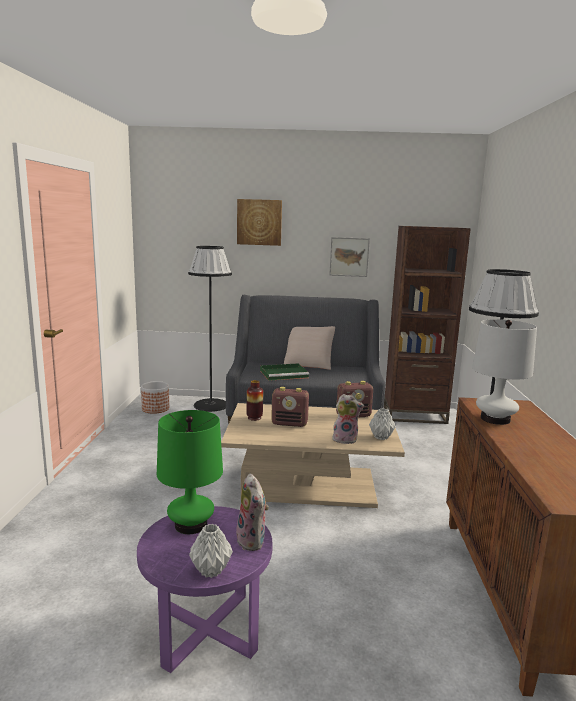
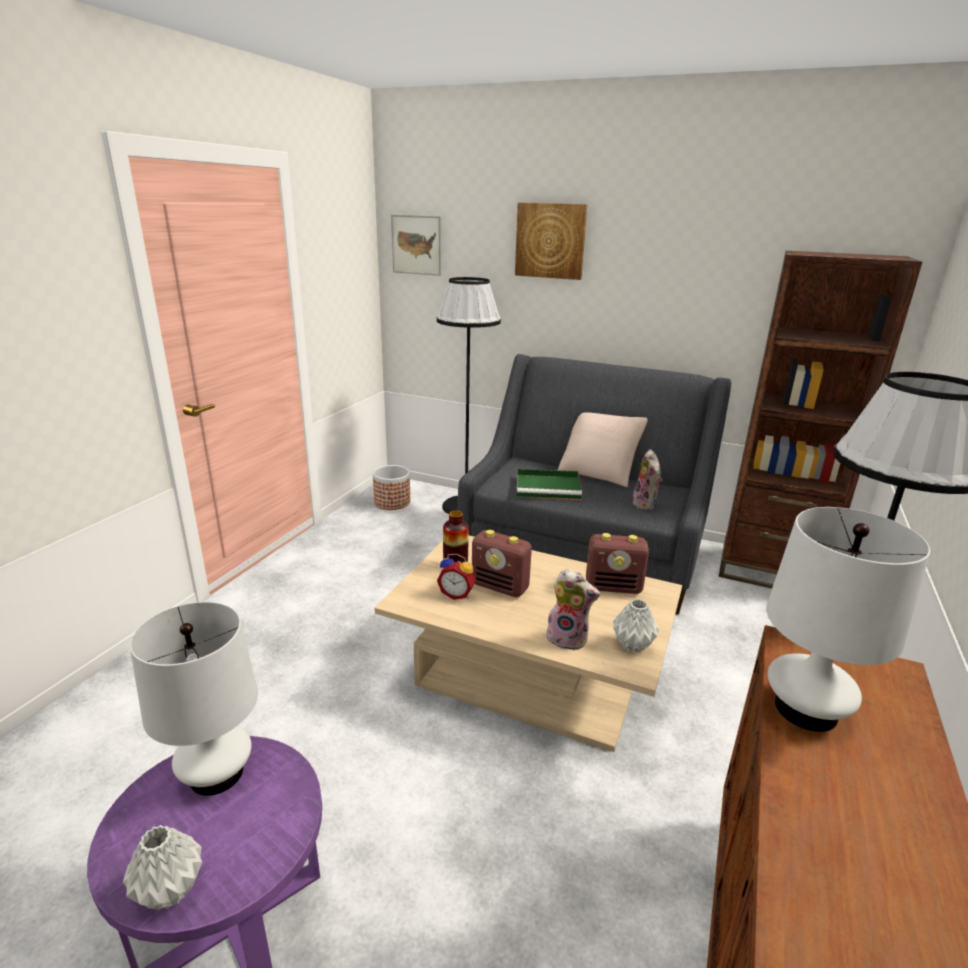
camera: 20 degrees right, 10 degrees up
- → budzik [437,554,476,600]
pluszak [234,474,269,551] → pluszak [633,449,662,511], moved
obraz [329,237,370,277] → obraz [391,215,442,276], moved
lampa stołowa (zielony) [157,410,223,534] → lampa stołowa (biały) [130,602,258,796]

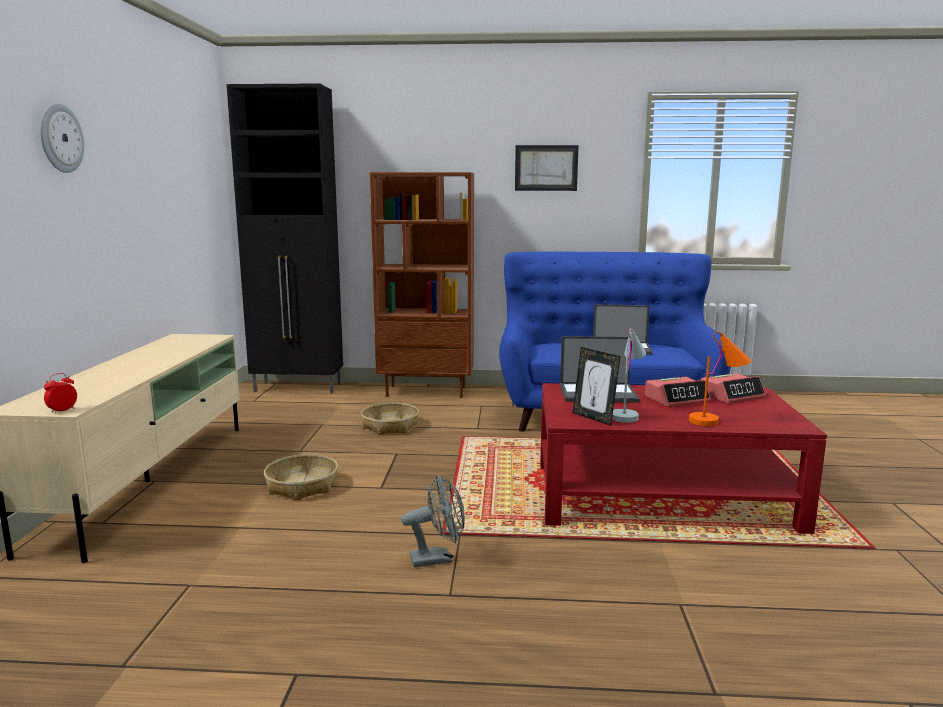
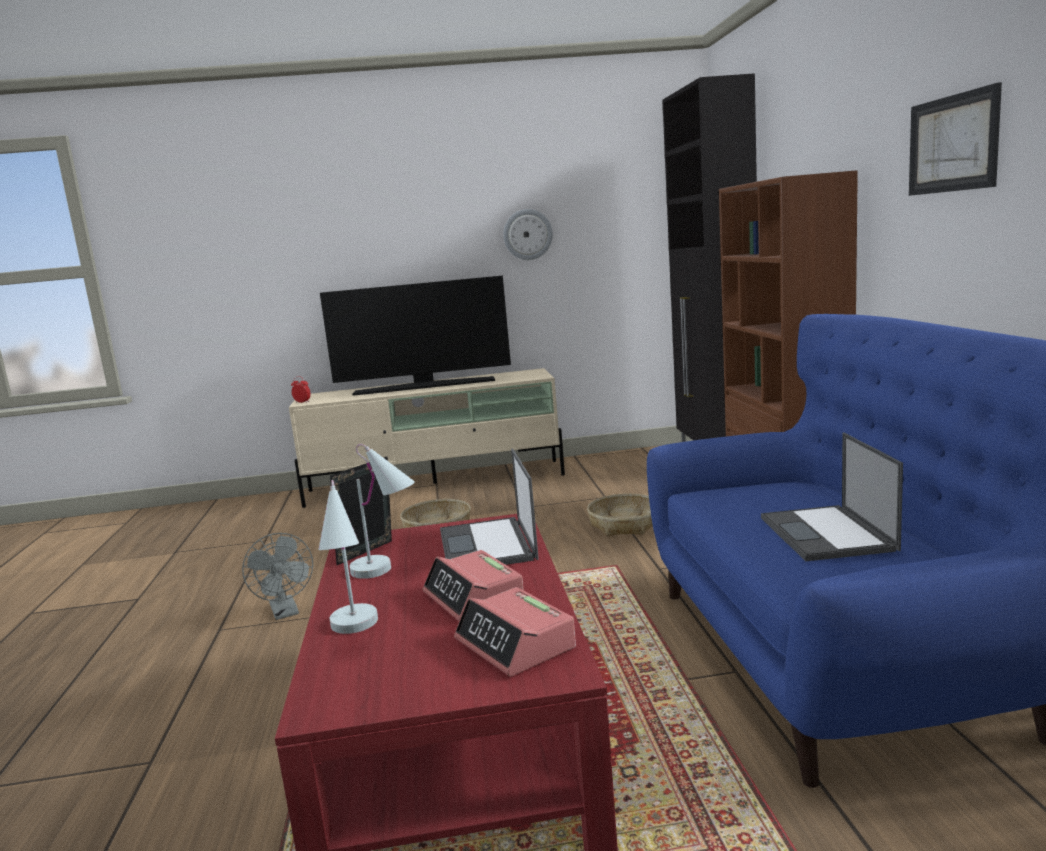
camera: 80 degrees right, 0 degrees up
- → telewizor [320,276,511,396]
zegar ścienny [40,103,84,173] → zegar ścienny [503,209,553,260], moved
lampa stołowa (pomarańczowy) [689,331,752,426] → lampa stołowa (biały) [318,480,378,634]

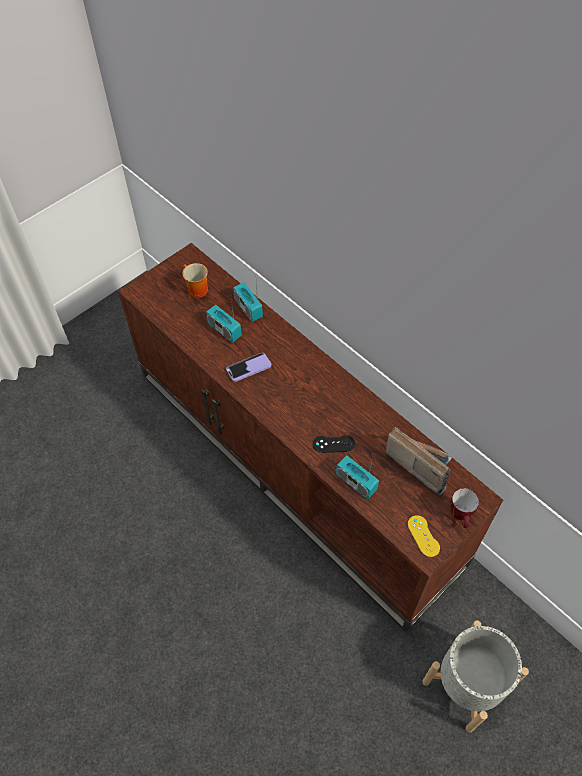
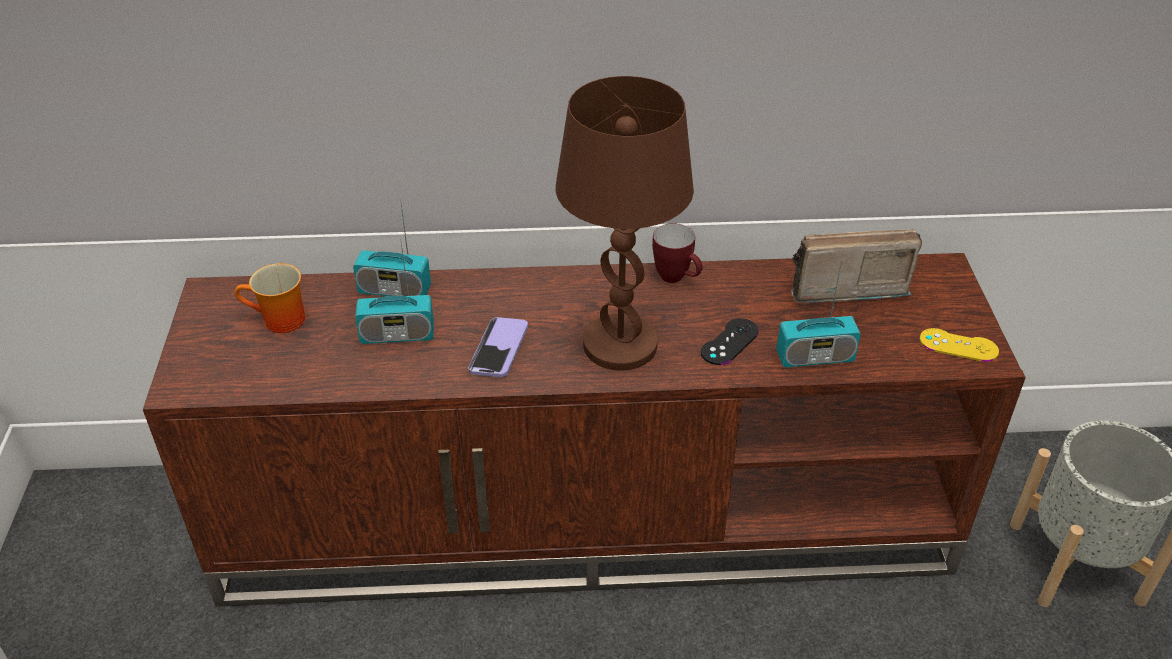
camera: 50 degrees left, 15 degrees down
- → lampa stołowa (brązowy) [556,76,694,371]
kubek [451,488,479,528] → kubek [652,223,703,283], moved

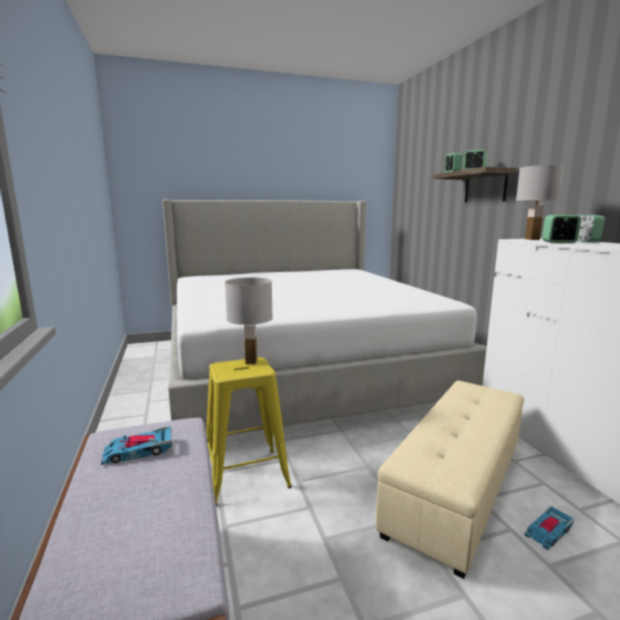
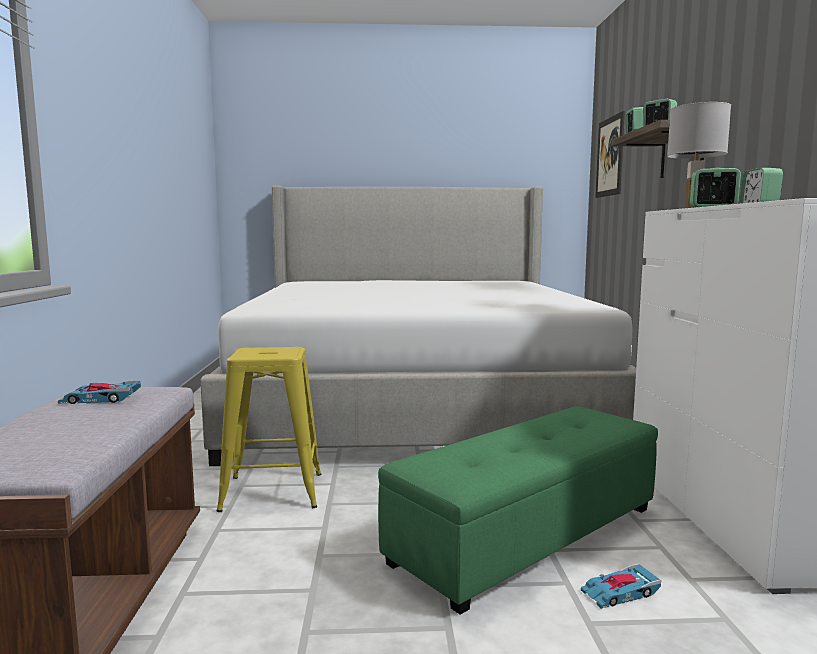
camera: 15 degrees right, 5 degrees down
lampa stołowa (biały) [225,277,273,364] → -
- → obraz [595,111,625,198]
pufa (beżowy) [376,381,524,579] → pufa (zielony) [378,406,658,615]

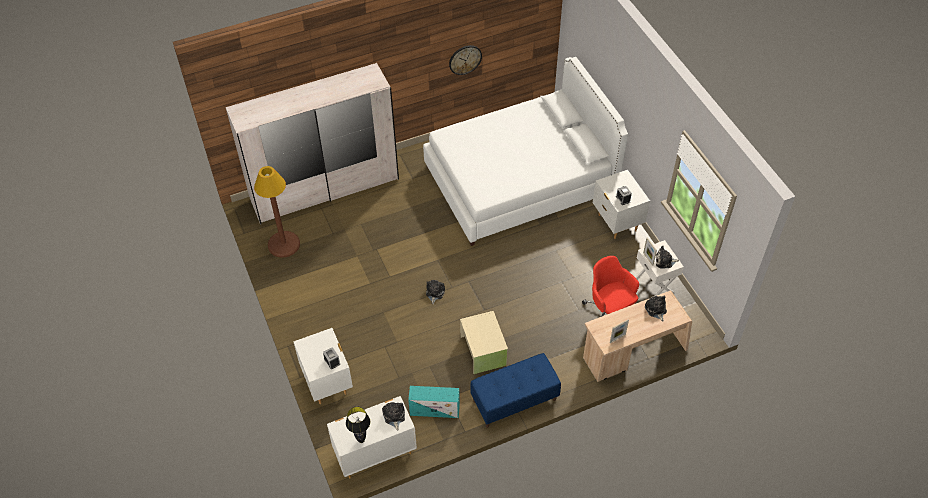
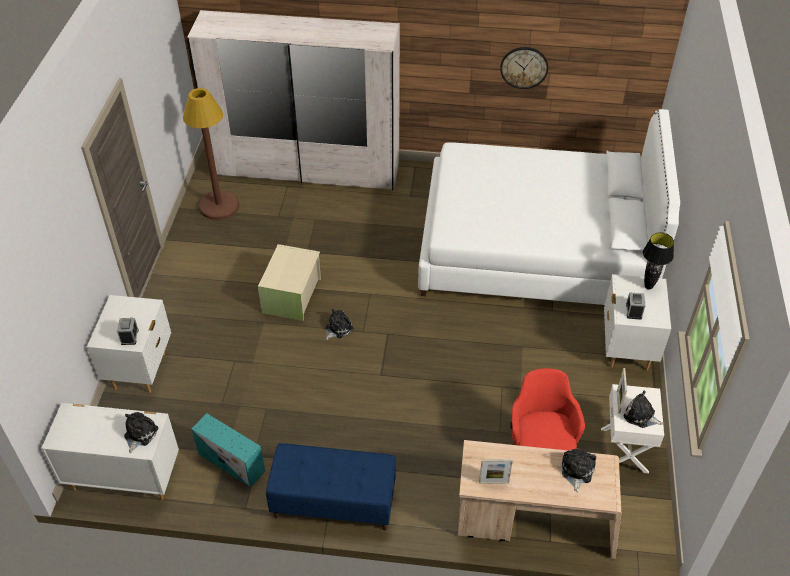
camera: 30 degrees right, 5 degrees down
lampa stołowa (czarny) [346,407,370,443] → lampa stołowa (czarny) [643,232,674,290], moved
pojemnik do przechowywania (beżowy) [460,311,508,374] → pojemnik do przechowywania (beżowy) [258,244,321,321], moved

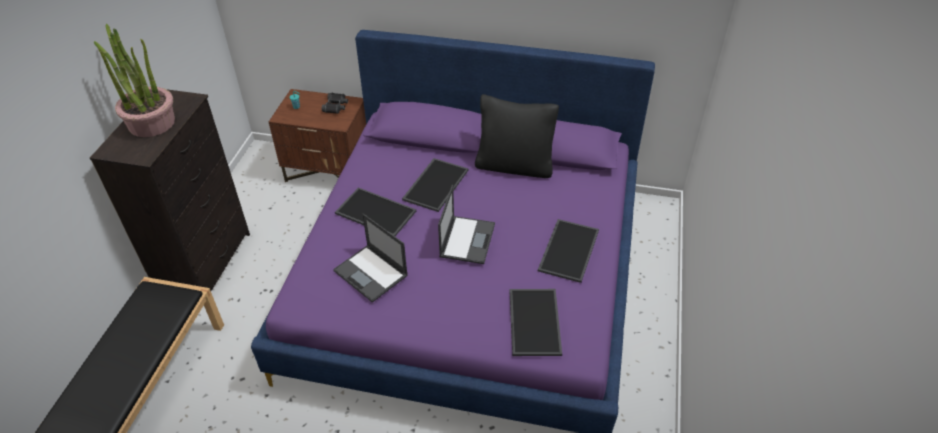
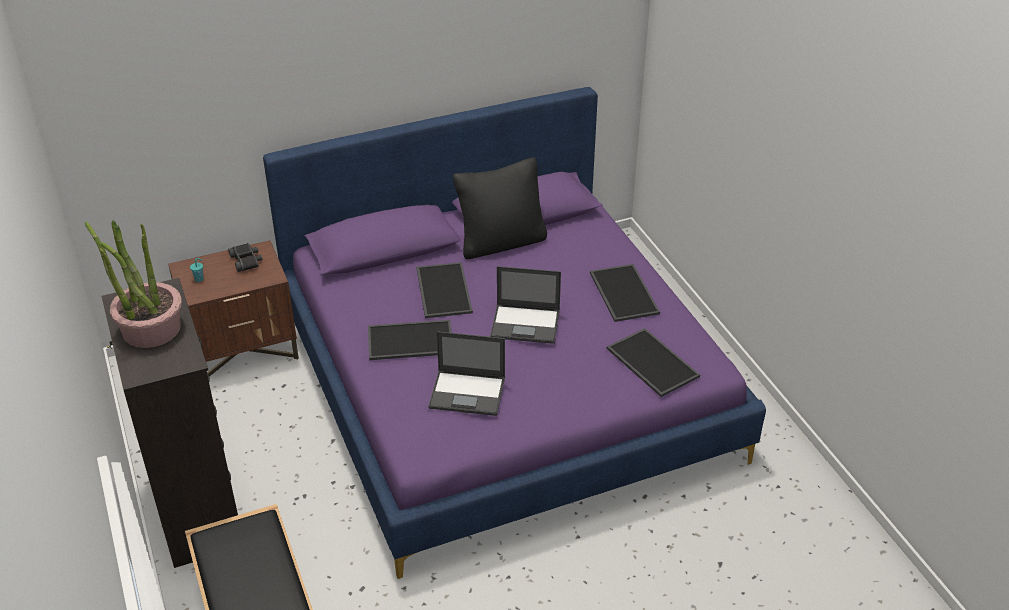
camera: 35 degrees left, 5 degrees down
laptop [438,185,495,264] → laptop [490,266,561,344], 120 degrees clockwise

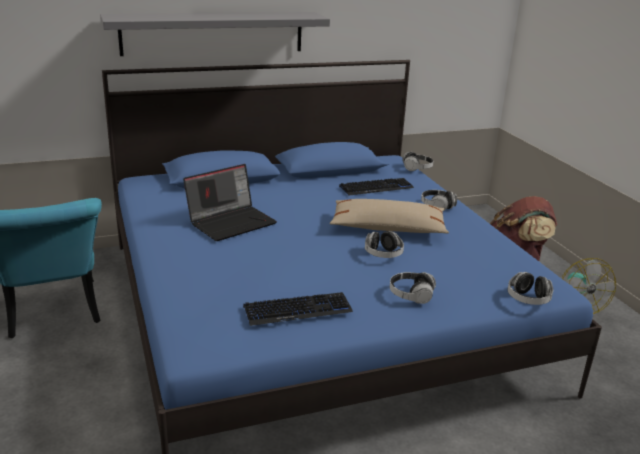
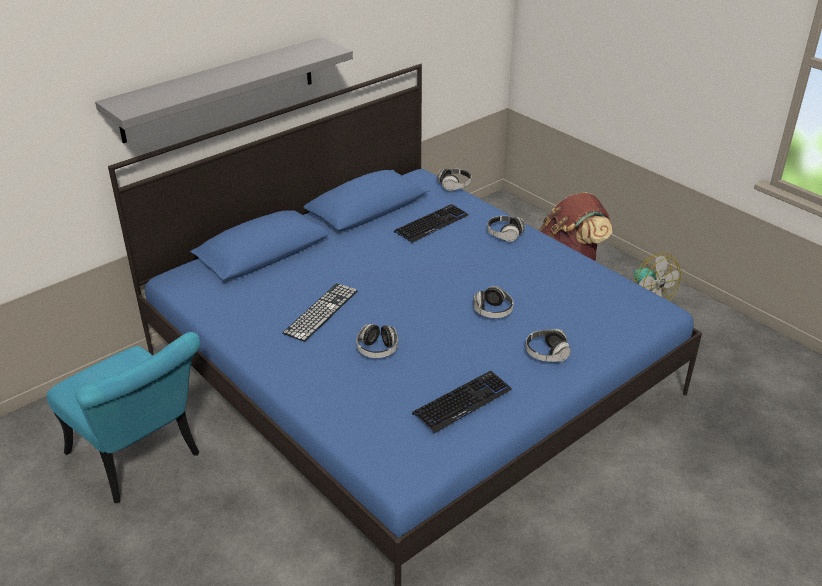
camera: 20 degrees left, 10 degrees up
poduszka (beżowy) [330,199,449,234] → -
słuchawki [508,272,553,305] → słuchawki [356,324,398,358], moved
laptop [183,164,277,241] → klawiatura [282,283,358,342]

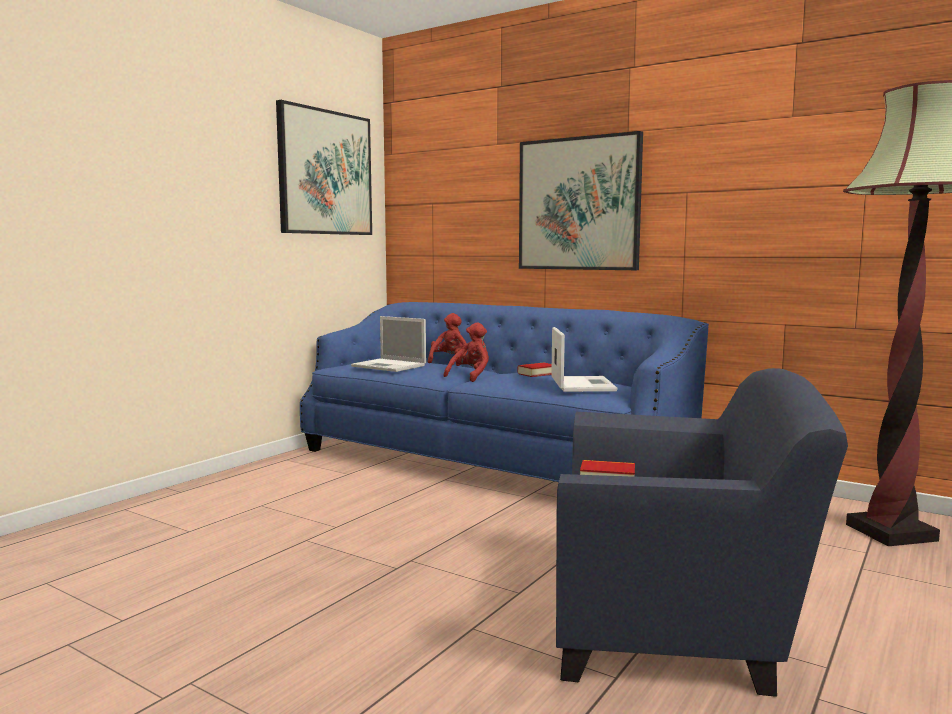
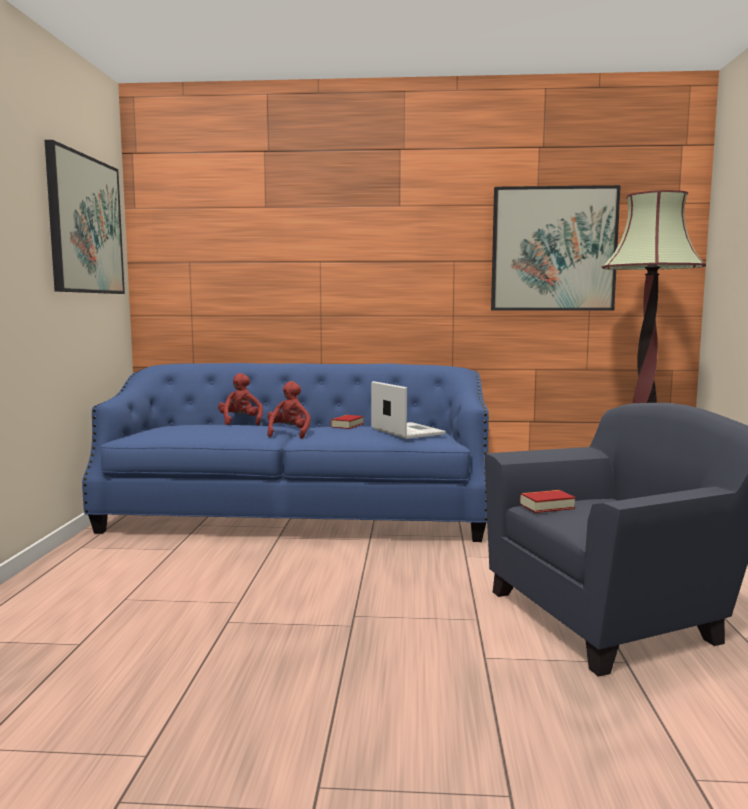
camera: 30 degrees left, 0 degrees up
laptop [351,316,426,372] → -
obraz [519,131,643,270] → obraz [491,185,621,311], moved

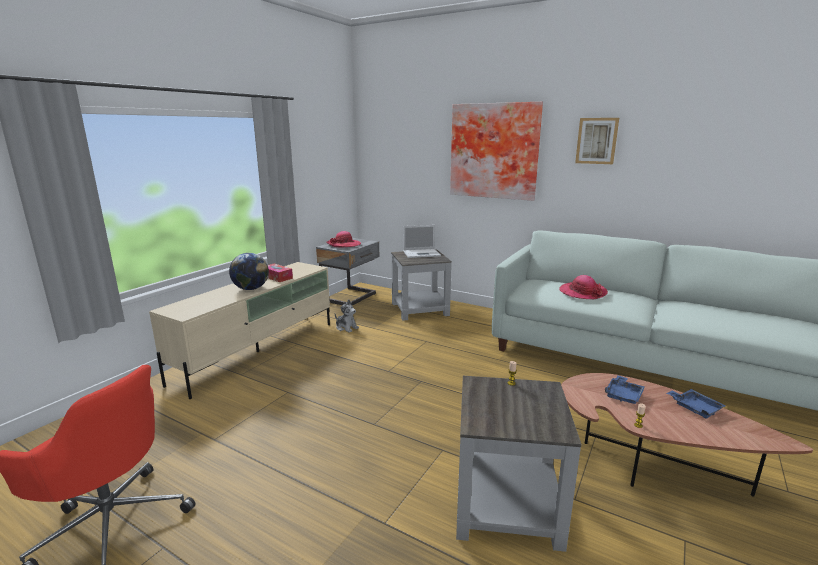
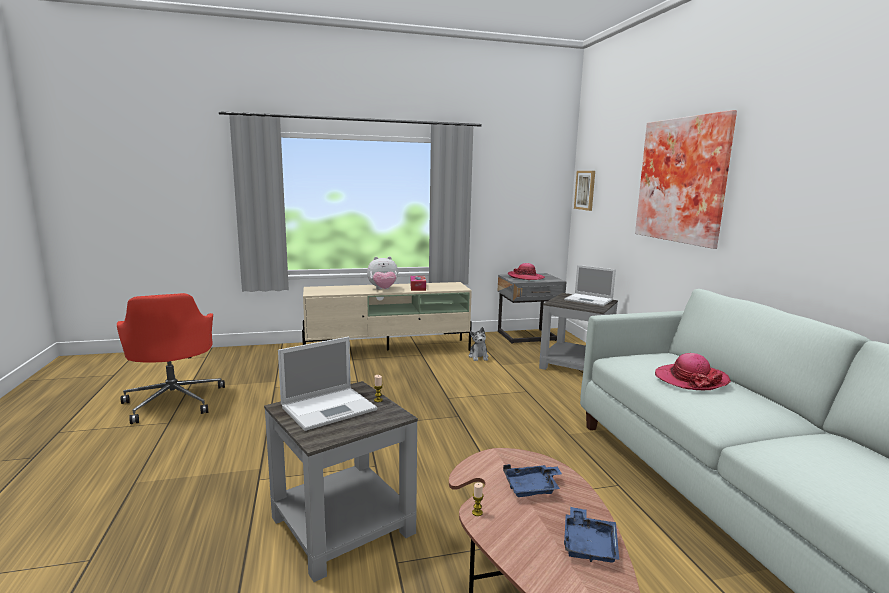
camera: 45 degrees right, 5 degrees down
- → laptop [278,337,377,431]
obraz [575,118,619,164] → obraz [574,171,595,211], moved
globus [229,253,269,290] → pluszak [367,256,398,290]

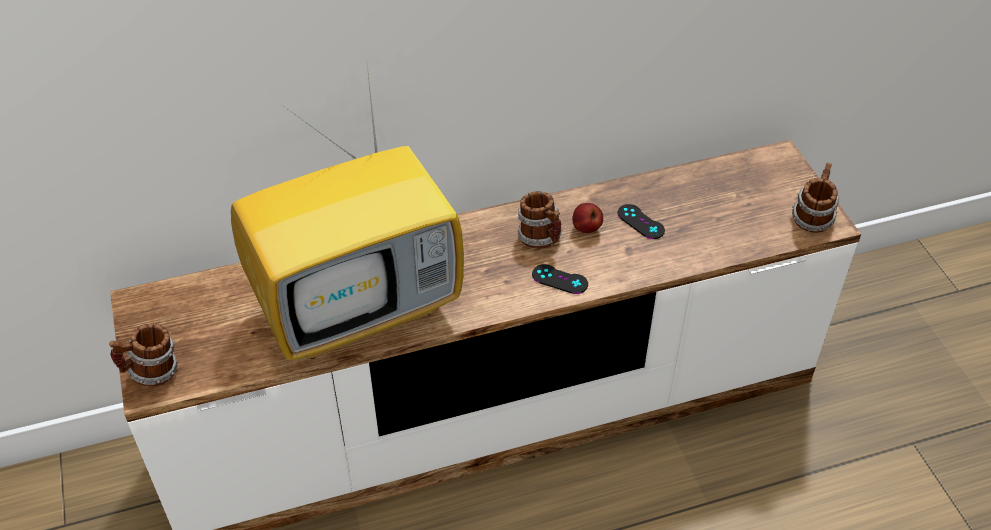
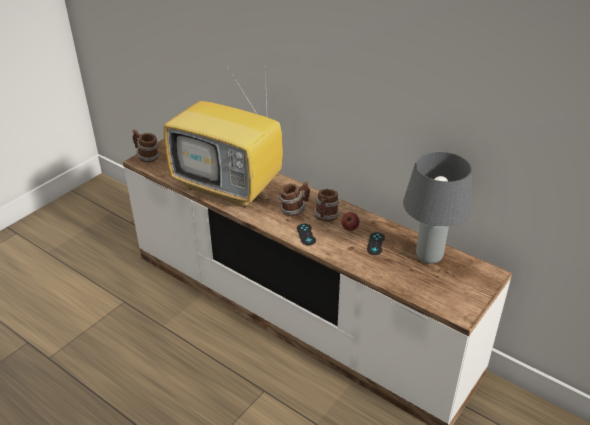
camera: 55 degrees right, 10 degrees down
- → lampa stołowa (szary) [403,151,472,264]
kubek [792,163,839,233] → kubek [279,181,310,216], moved

